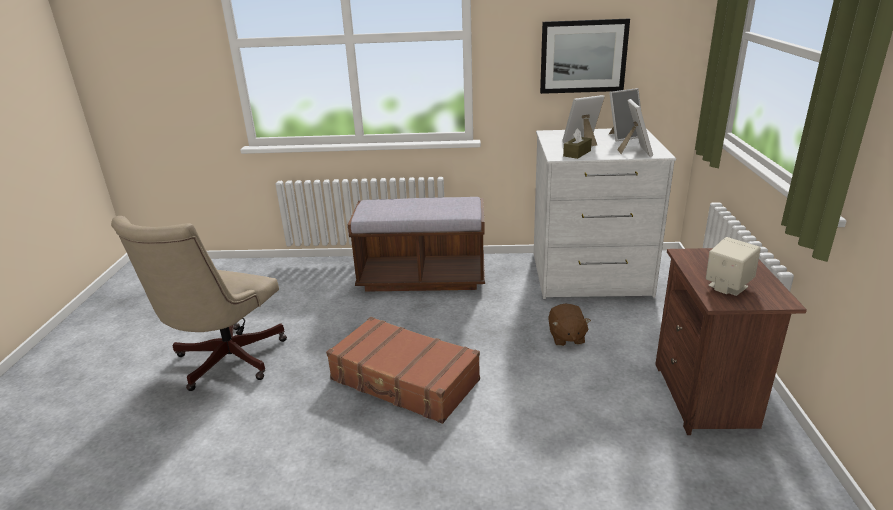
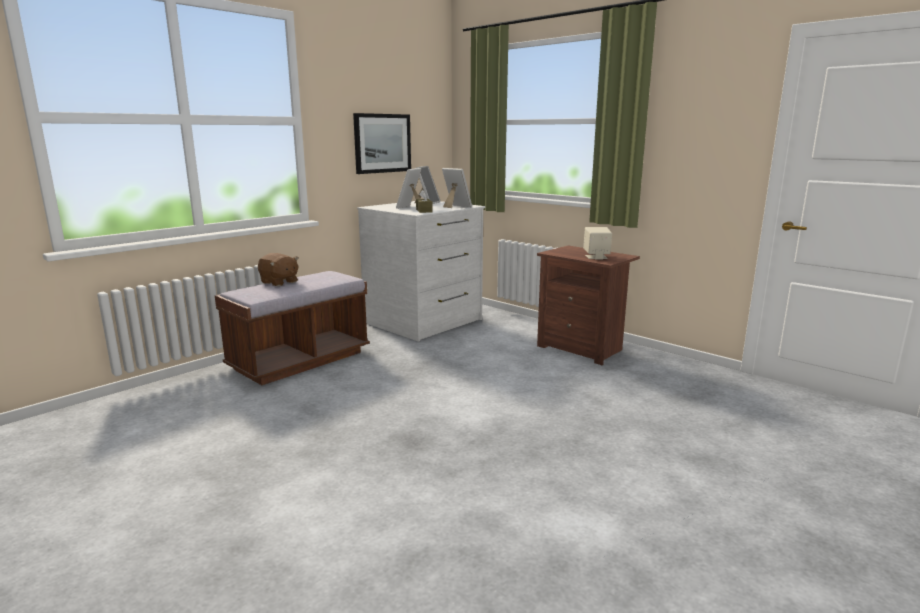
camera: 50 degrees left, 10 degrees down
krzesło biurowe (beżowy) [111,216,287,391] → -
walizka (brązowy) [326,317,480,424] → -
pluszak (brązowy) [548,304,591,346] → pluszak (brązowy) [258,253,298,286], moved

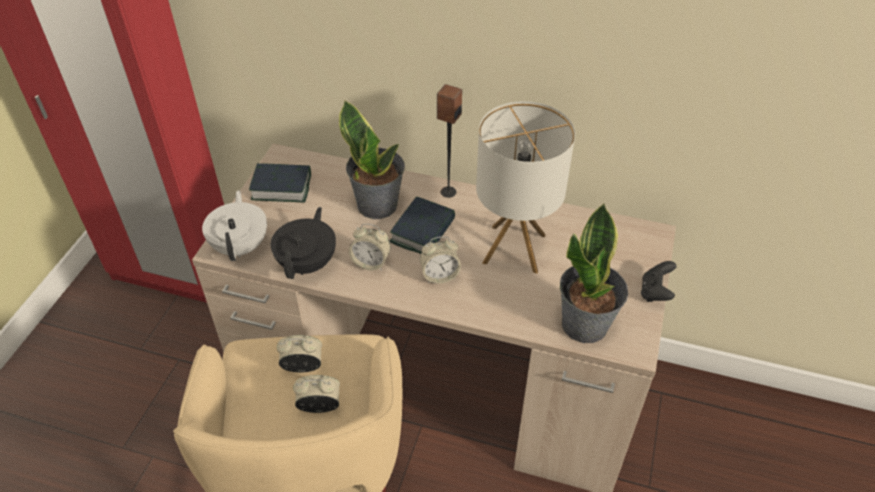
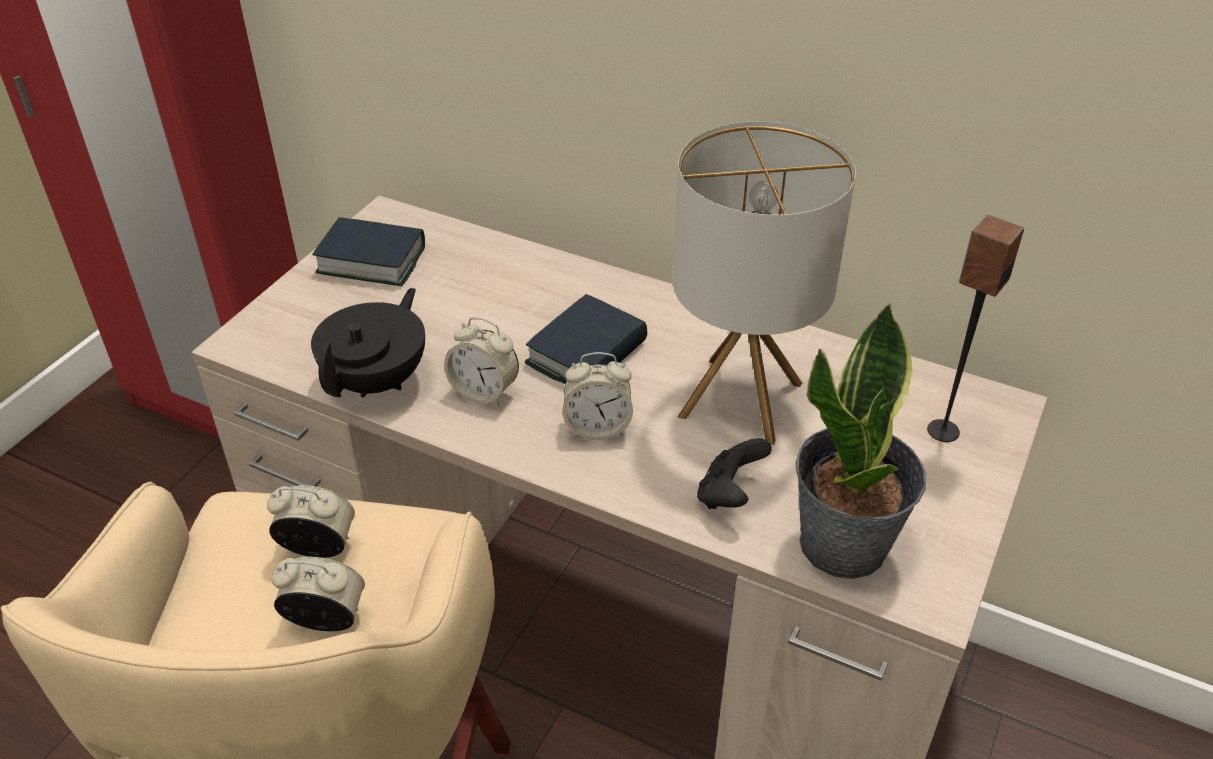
camera: 10 degrees right, 5 degrees down
imbryk (biały) [202,190,267,261] → -
roślina doniczkowa [339,100,405,219] → -
głośnik [437,84,462,198] → głośnik [927,215,1024,442], moved
pad do gier (czarny) [641,261,677,302] → pad do gier (czarny) [697,438,772,509], moved

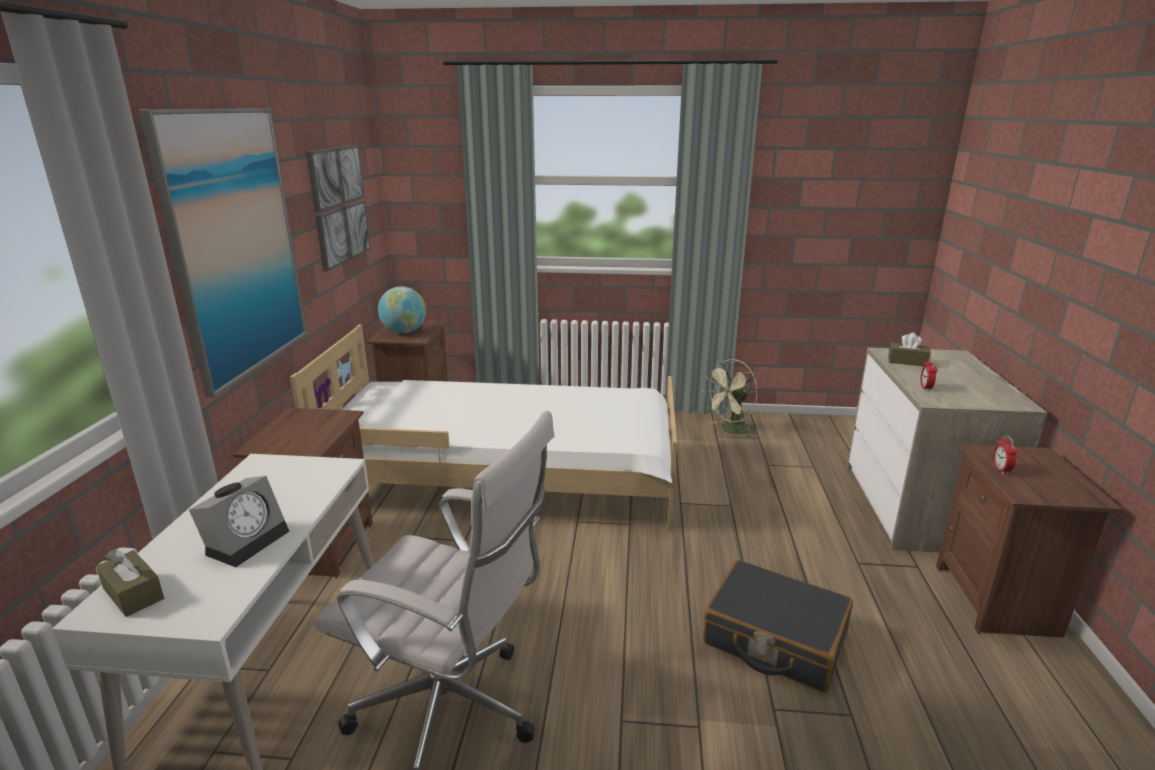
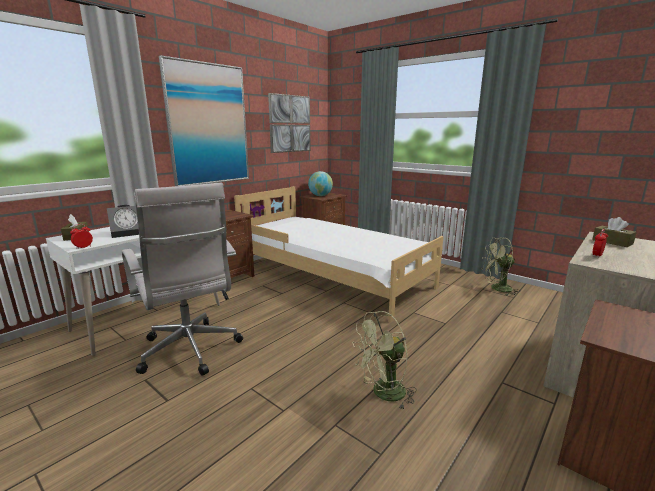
camera: 35 degrees right, 5 degrees down
budzik [993,436,1018,475] → budzik [70,224,93,249], moved
walizka (czarny) [703,560,853,693] → wentylator (zielony) [352,311,417,410]

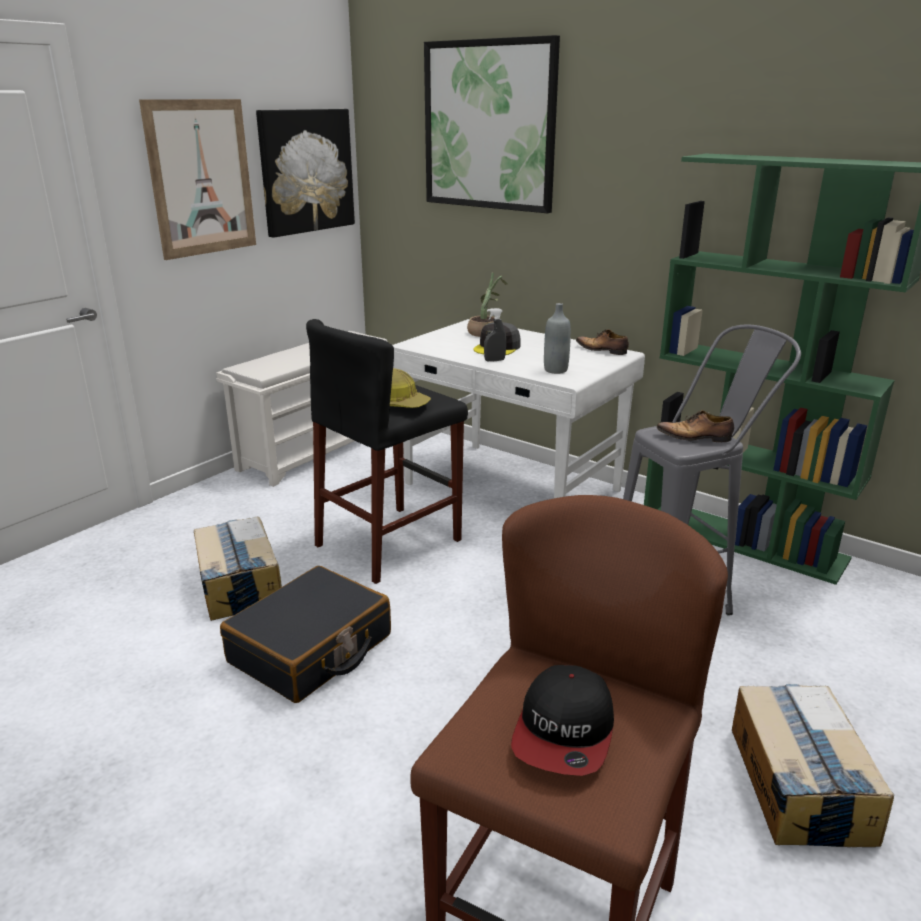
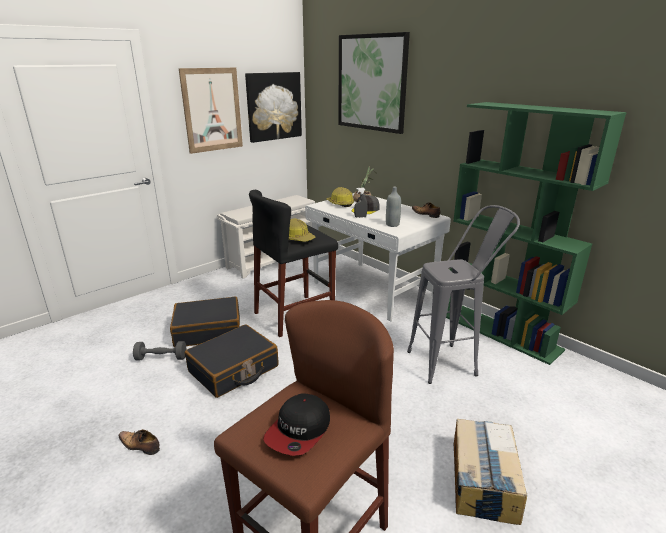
camera: 10 degrees right, 0 degrees up
- → hantel (szary) [133,341,186,360]
- → kask [326,187,354,207]
but [656,410,734,442] → but [119,429,160,455], moved
karton [194,517,282,621] → walizka (czarny) [170,296,240,347]

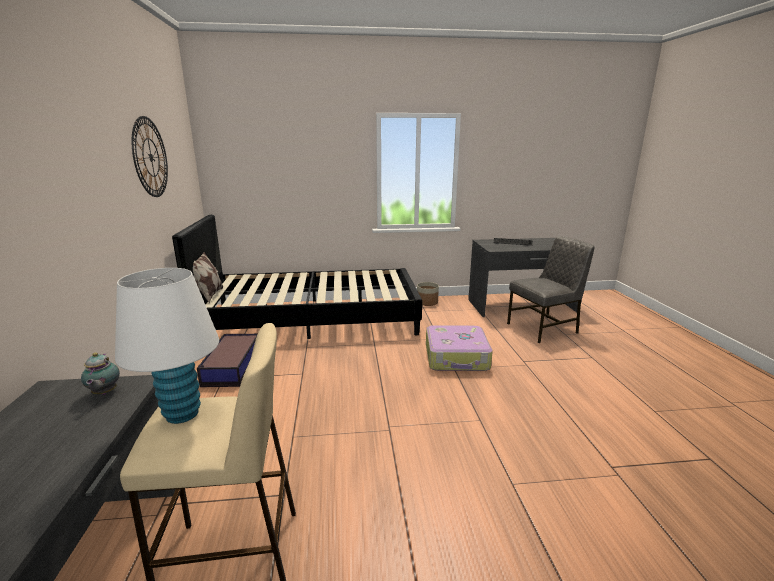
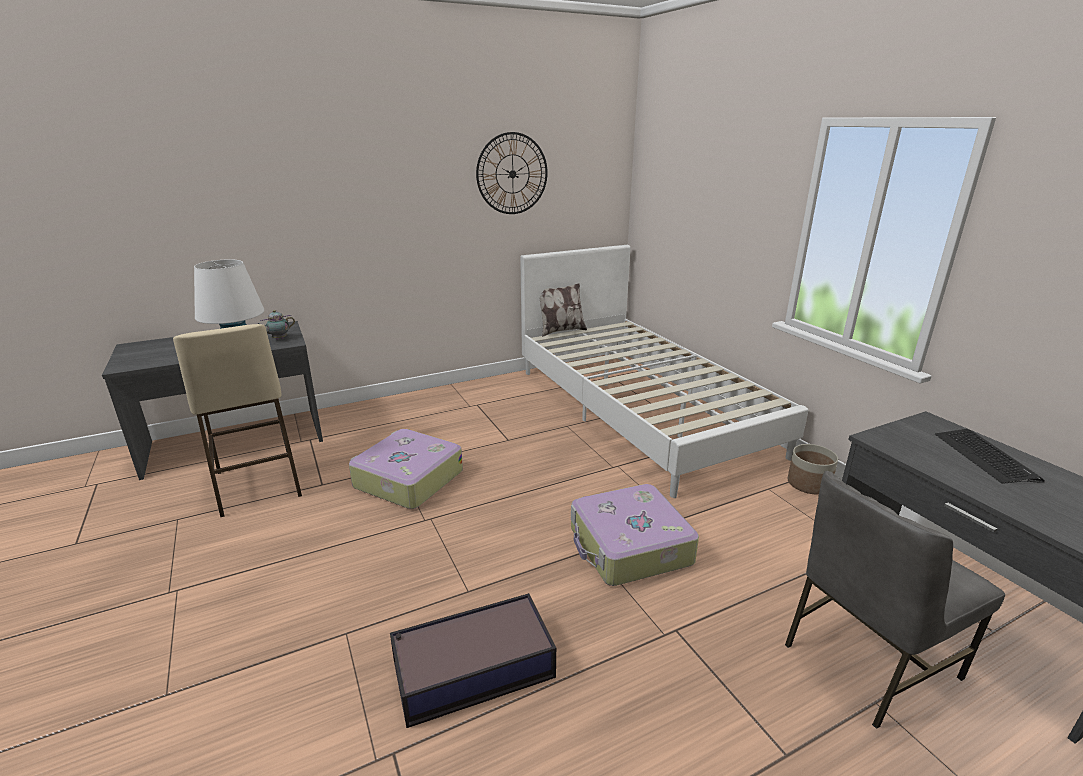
camera: 70 degrees right, 5 degrees up
- → walizka [349,429,463,509]
pojemnik do przechowywania [197,334,257,387] → pojemnik do przechowywania [390,593,556,728], moved
łóżko (czarny) [172,215,422,339] → łóżko (biały) [520,245,809,498]
krzesło (szary) [507,236,595,343] → krzesło (szary) [785,471,1005,729], 105 degrees clockwise

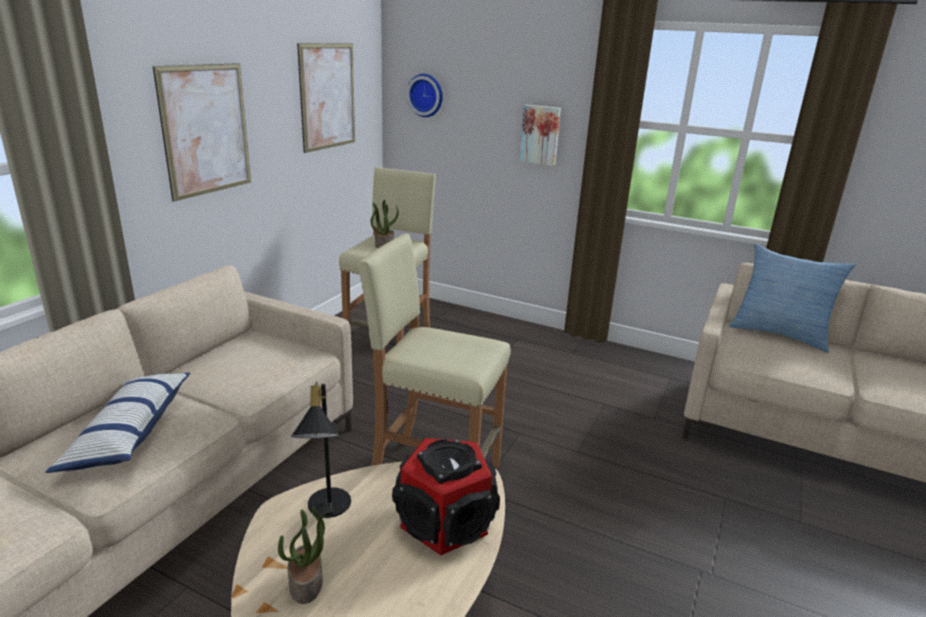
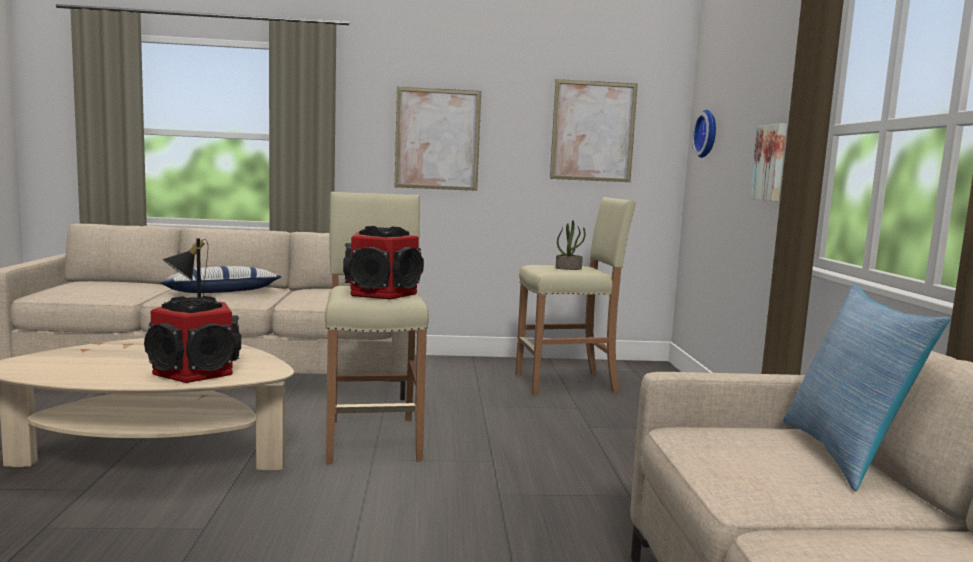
camera: 60 degrees right, 15 degrees down
roślina doniczkowa [278,507,329,604] → -
- → głośnik [343,226,424,300]

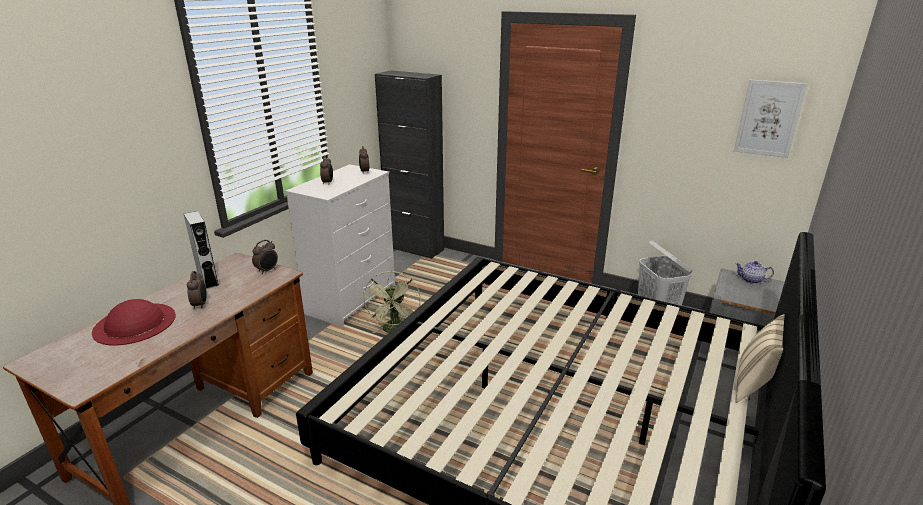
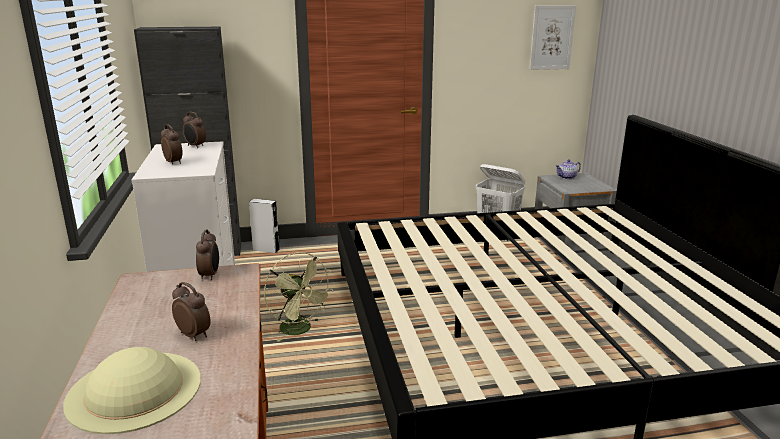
camera: 40 degrees left, 5 degrees down
poduszka (beżowy) [735,314,785,403] → -
głośnik (szary) [184,211,219,289] → głośnik (szary) [249,199,280,253], moved
kapelusz (czerwony) [92,299,176,345] → kapelusz (beżowy) [63,347,201,434]

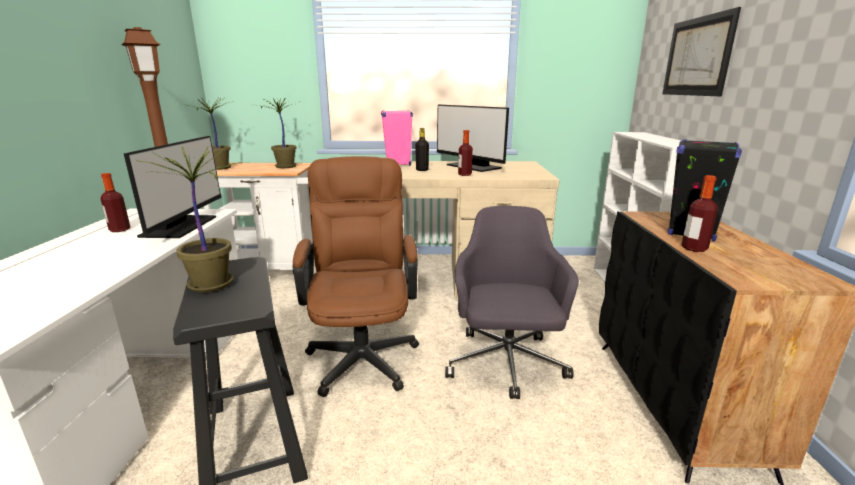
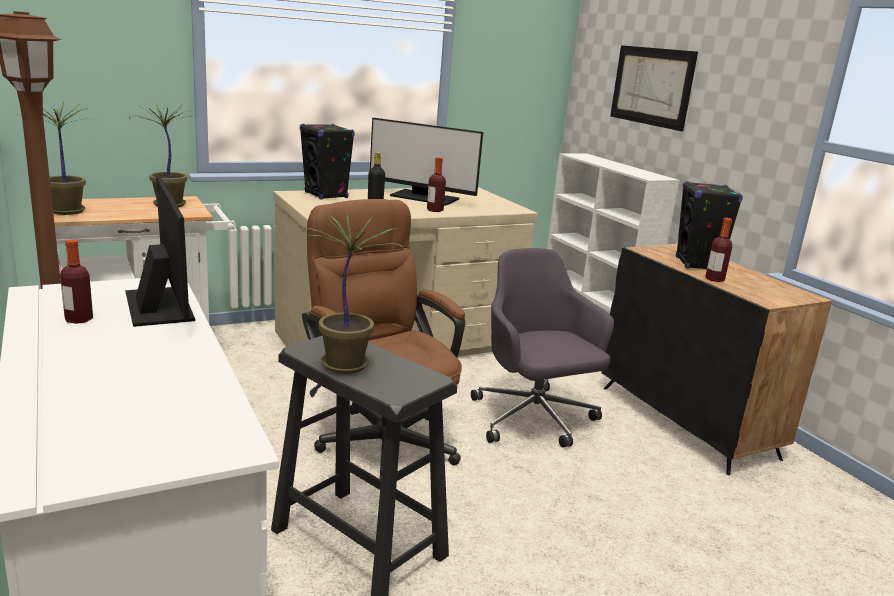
camera: 30 degrees left, 0 degrees up
głośnik (różowy) [381,110,413,166] → głośnik (czarny) [300,124,355,200]

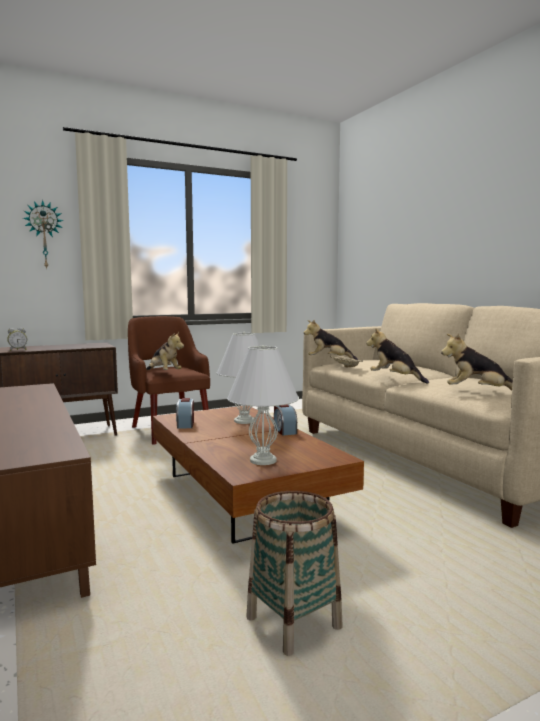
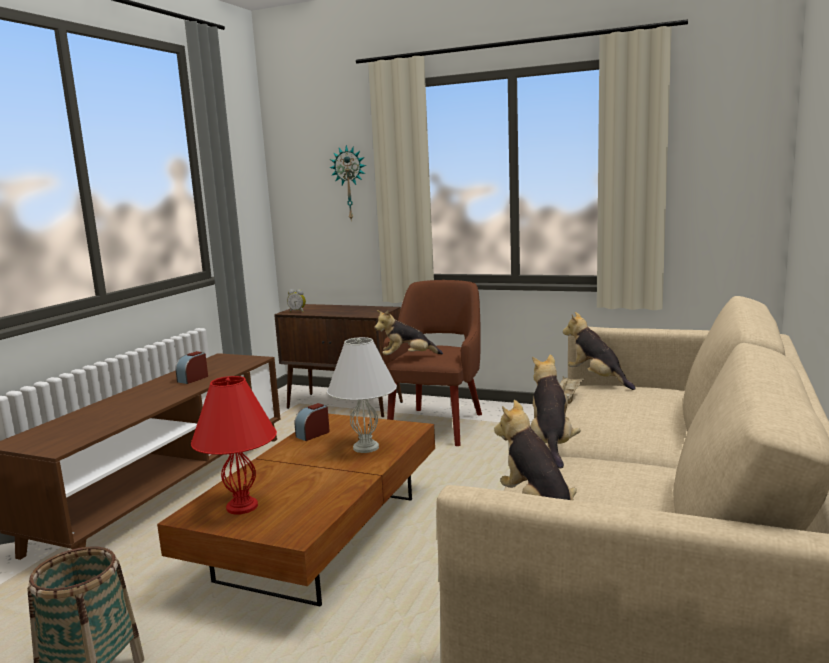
camera: 50 degrees right, 5 degrees up
budzik [274,404,297,436] → budzik [175,351,208,384], moved
lampa stołowa (biały) [227,345,299,465] → lampa stołowa (czerwony) [191,376,277,515]
pluszak [146,331,184,370] → pluszak [375,310,443,355], 75 degrees clockwise

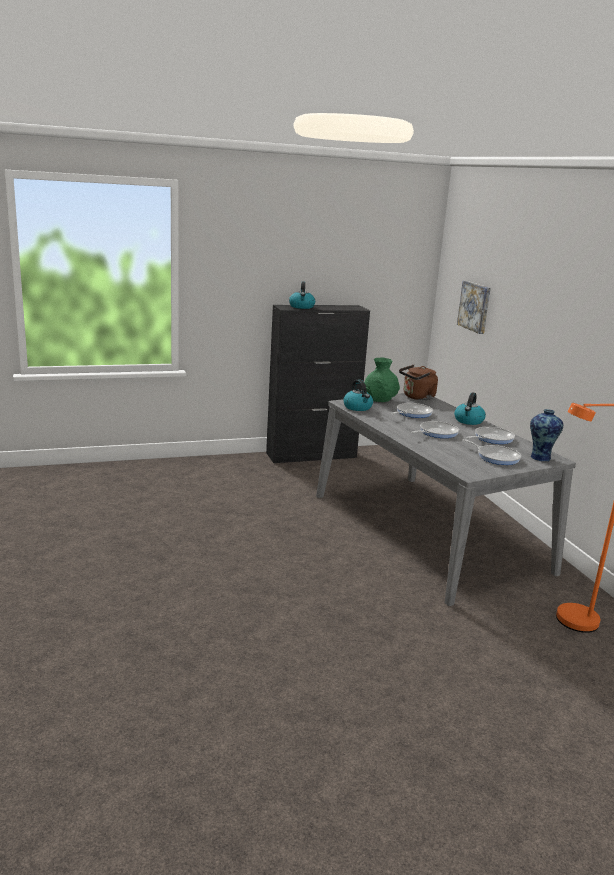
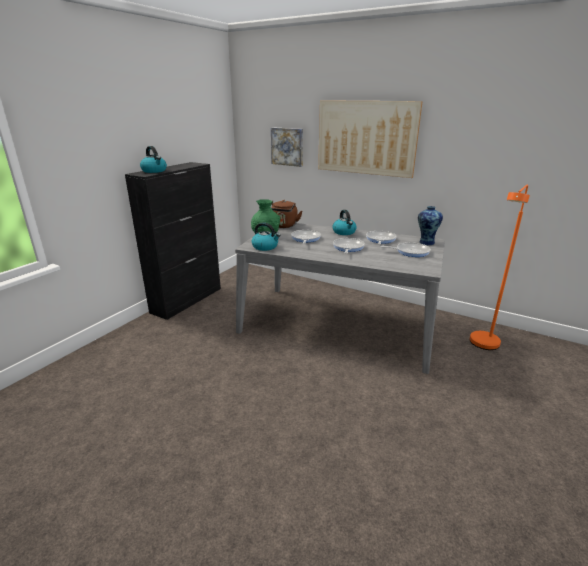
camera: 40 degrees left, 5 degrees up
- → obraz [318,100,423,178]

